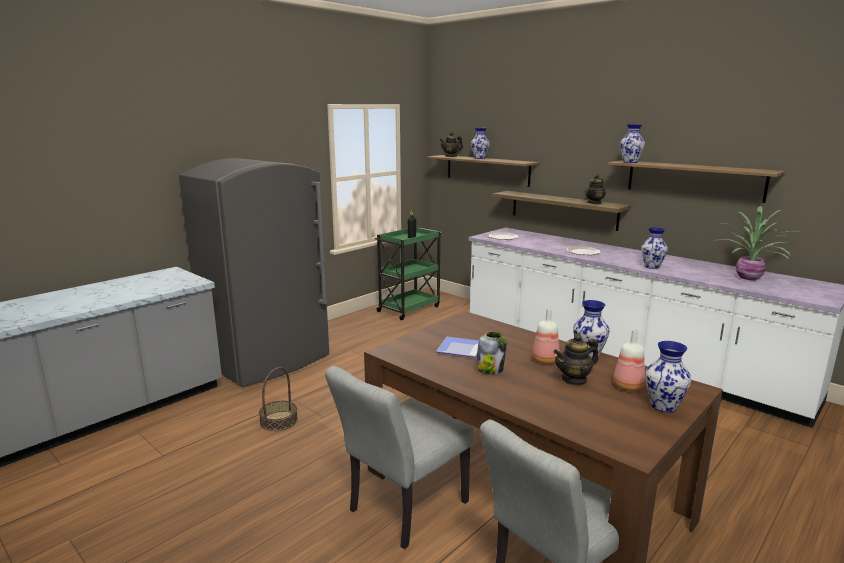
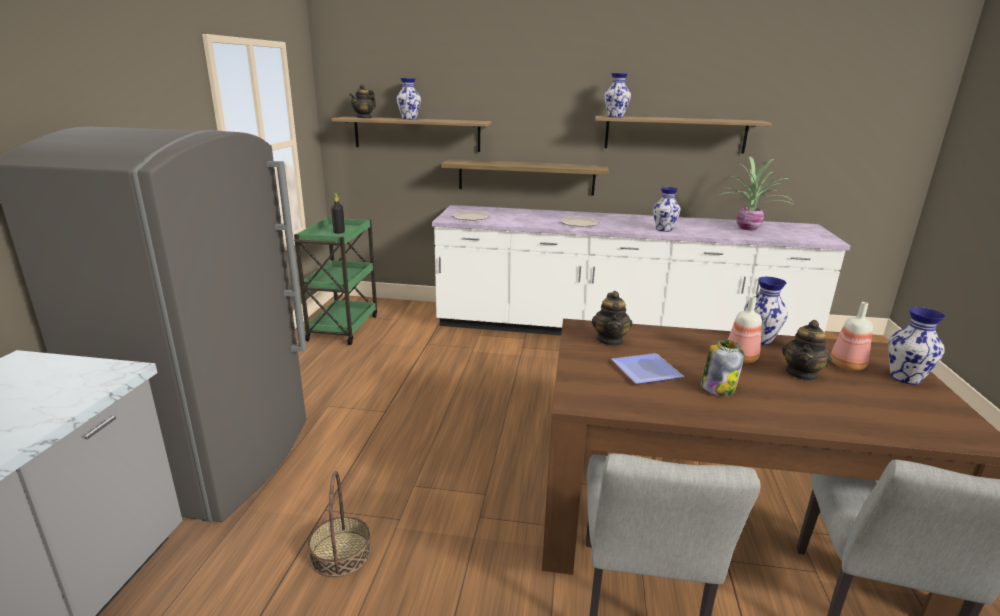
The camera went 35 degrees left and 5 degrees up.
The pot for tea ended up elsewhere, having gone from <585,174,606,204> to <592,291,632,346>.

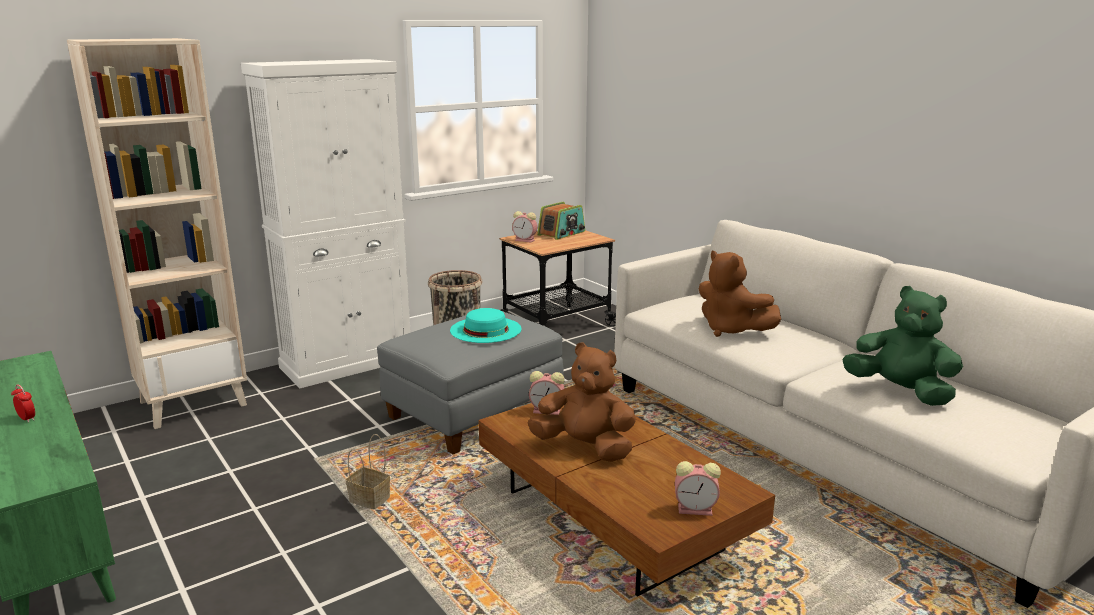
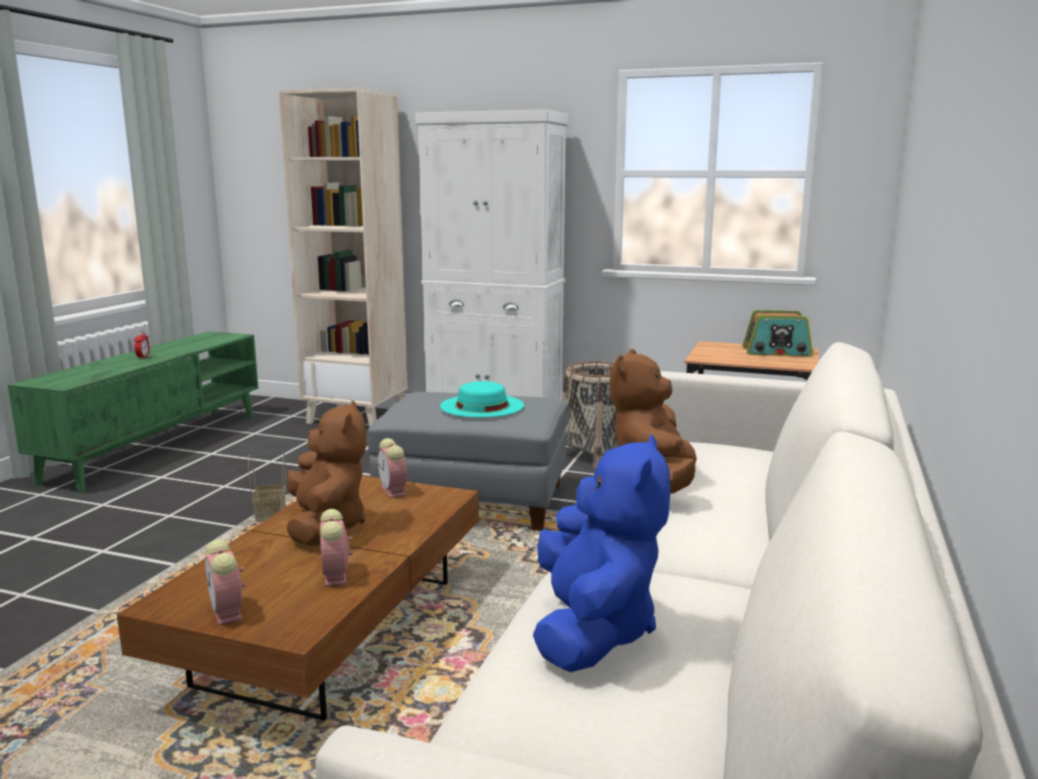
The camera went 55 degrees right and 5 degrees down.
The alarm clock ended up elsewhere, having gone from <512,211,537,243> to <320,509,353,587>.
What was the plush toy in greenish at <842,286,963,406> turned into the plush toy in blue-coloured at <533,434,670,672>.

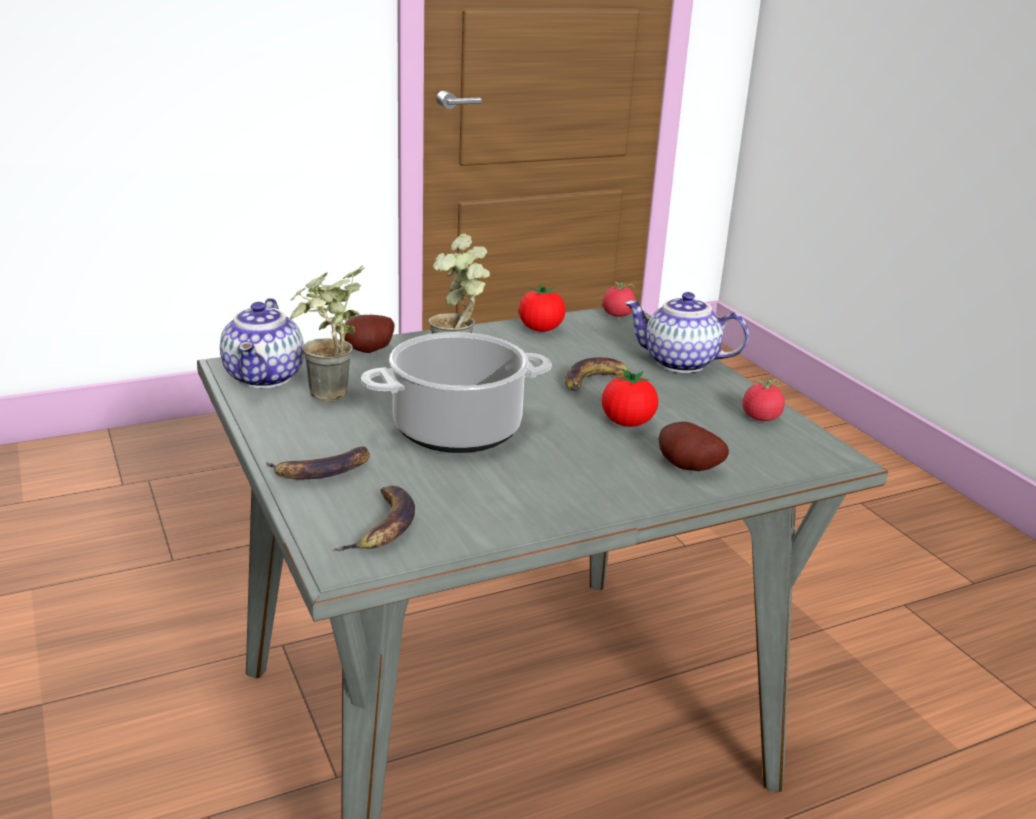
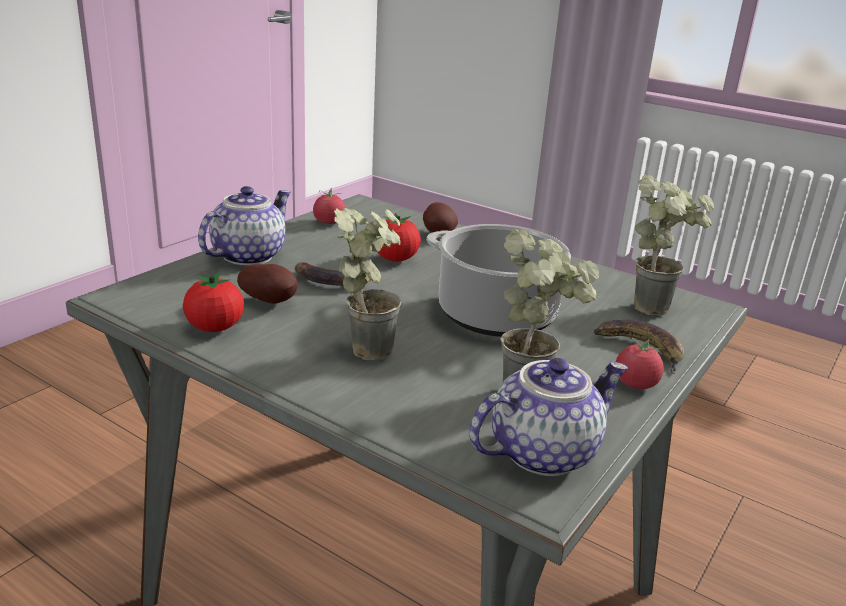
The camera went 120 degrees left and 0 degrees up.
The fresh tomato ended up elsewhere, having gone from <602,282,636,317> to <616,337,664,389>.
The pot for tea at <624,292,749,373> ended up facing another way, 135 degrees counterclockwise from before.
The whole potato ended up elsewhere, having gone from <343,315,394,353> to <237,264,298,304>.
Where the whole banana stood at <335,486,415,552>, the plant in a pot came to stand at <634,175,714,316>.

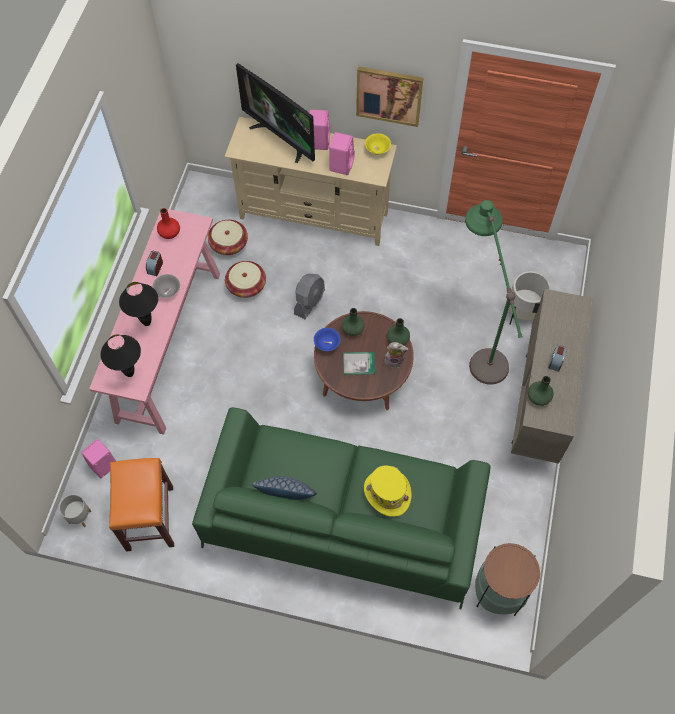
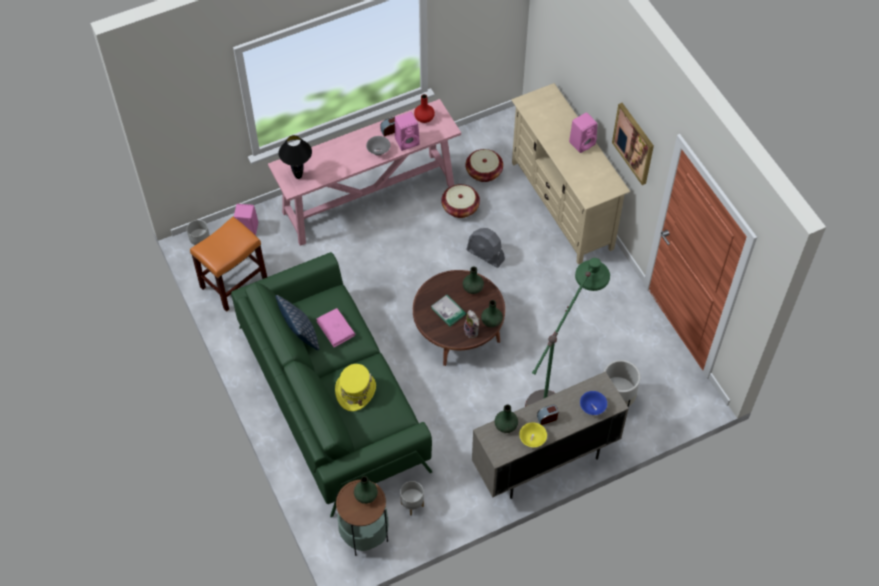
The camera went 50 degrees right and 5 degrees down.
The second view lost the TV at <236,63,315,163>.
The loudspeaker in pink-coloured ended up elsewhere, having gone from <329,132,355,175> to <395,112,420,151>.
The serving bowl in yellowish ended up elsewhere, having gone from <365,133,391,155> to <519,422,547,447>.
The cooling fan in greyish at <294,274,325,319> ended up facing another way, 45 degrees clockwise from before.
The second view lost the tabletop lamp in blackish at <119,282,158,326>.
The serving bowl in blue-coloured ended up elsewhere, having gone from <314,328,341,351> to <580,391,607,415>.
The second view gained the volume in pink-coloured at <316,308,355,347>.
The second view gained the flower vase in greenish at <354,476,378,504>.
The second view gained the plant pot in greyish at <400,481,424,516>.

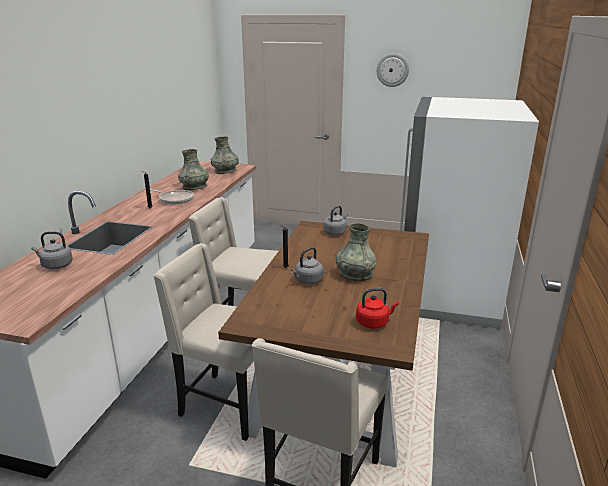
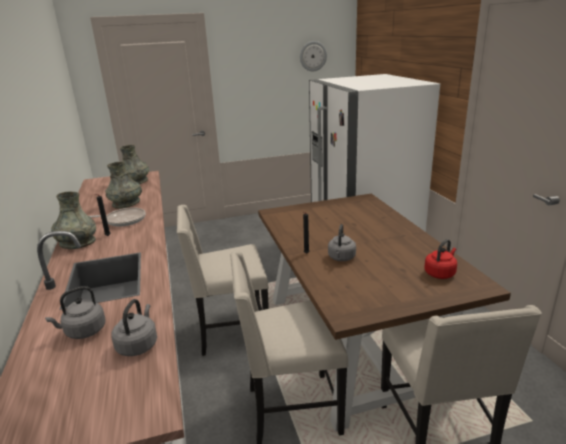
The camera went 30 degrees left and 0 degrees up.
The clock on the wall ended up elsewhere, having gone from <377,53,409,87> to <300,41,327,71>.
The tea kettle in greyish ended up elsewhere, having gone from <323,205,348,235> to <111,299,157,356>.
The flower vase in greyish ended up elsewhere, having gone from <336,223,376,281> to <51,192,96,249>.

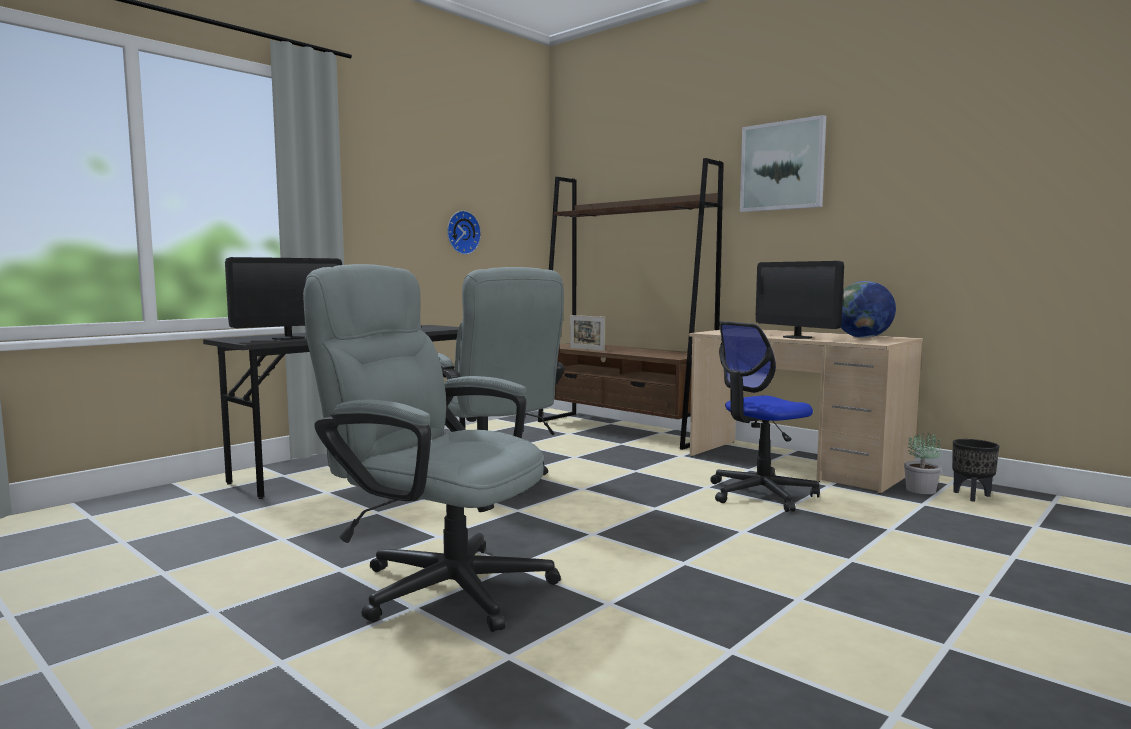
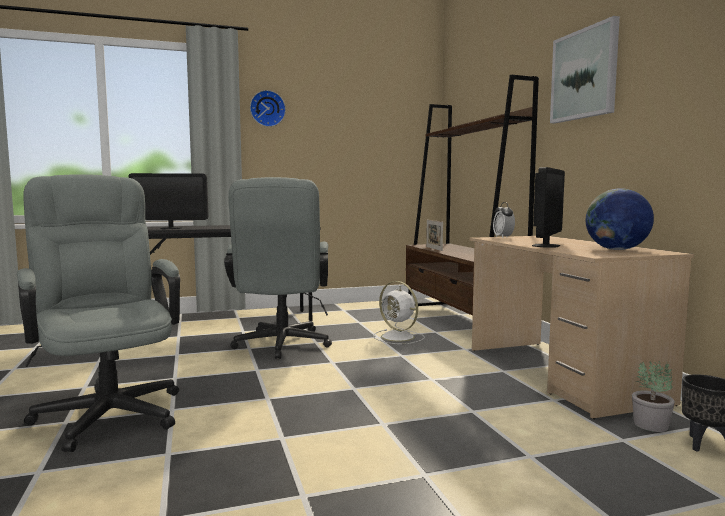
The camera went 30 degrees right and 0 degrees up.
The clock on the wall ended up elsewhere, having gone from <447,210,481,255> to <250,90,286,127>.
The computer screen at <756,261,844,339> ended up facing another way, 150 degrees counterclockwise from before.
The second view lost the office chair at <710,321,820,512>.
The second view gained the alarm clock at <493,202,515,238>.
The second view gained the cooling fan in white at <373,281,425,344>.

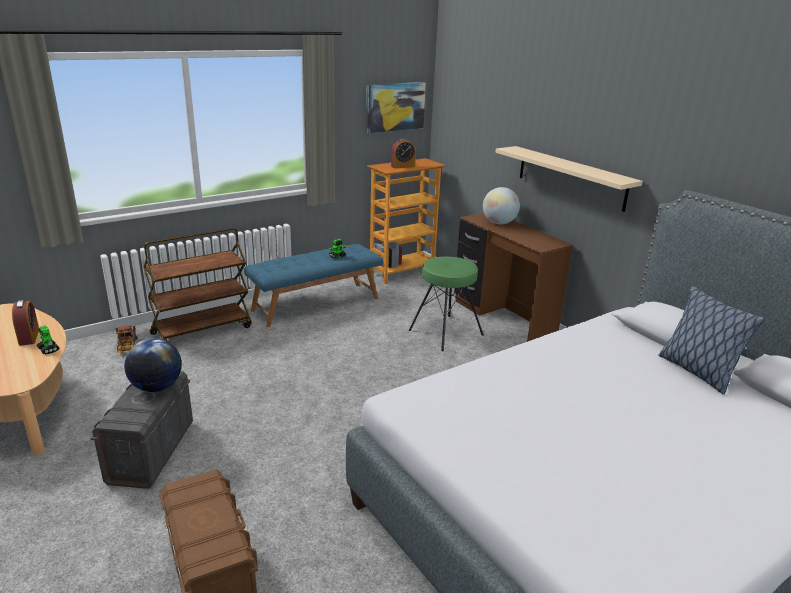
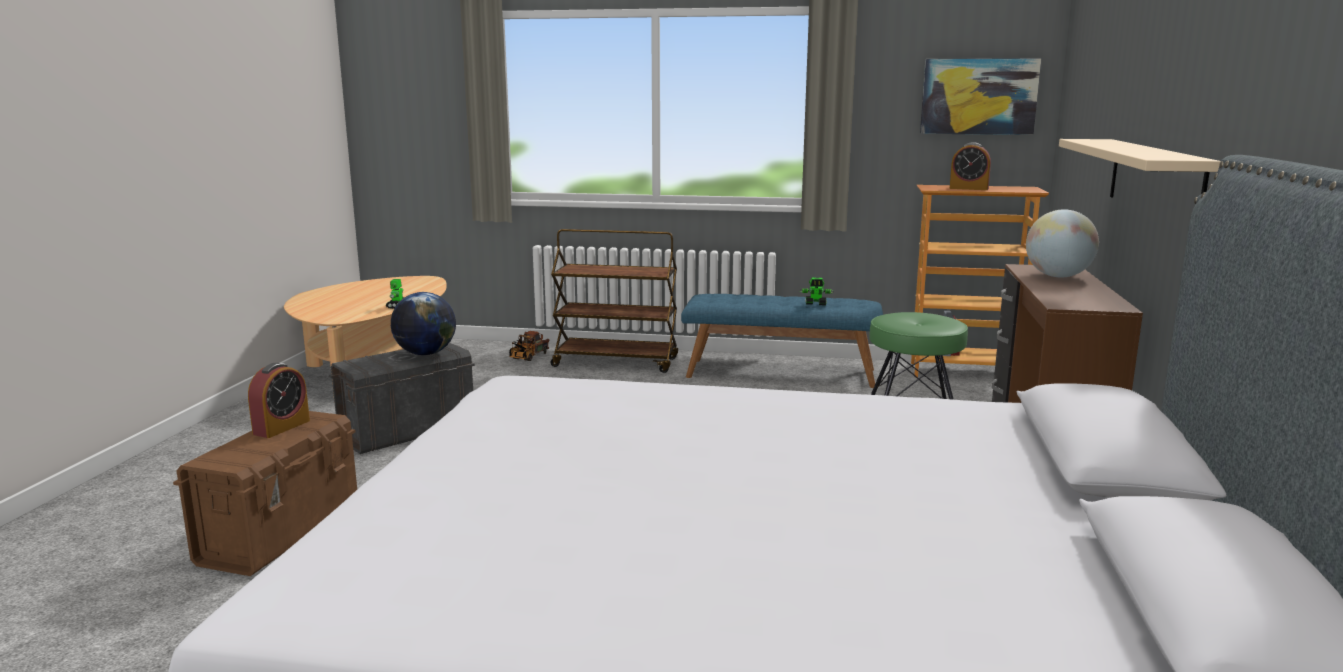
The camera went 45 degrees right and 10 degrees down.
The second view lost the cushion at <658,286,765,394>.
The alarm clock ended up elsewhere, having gone from <12,300,39,346> to <248,363,310,438>.

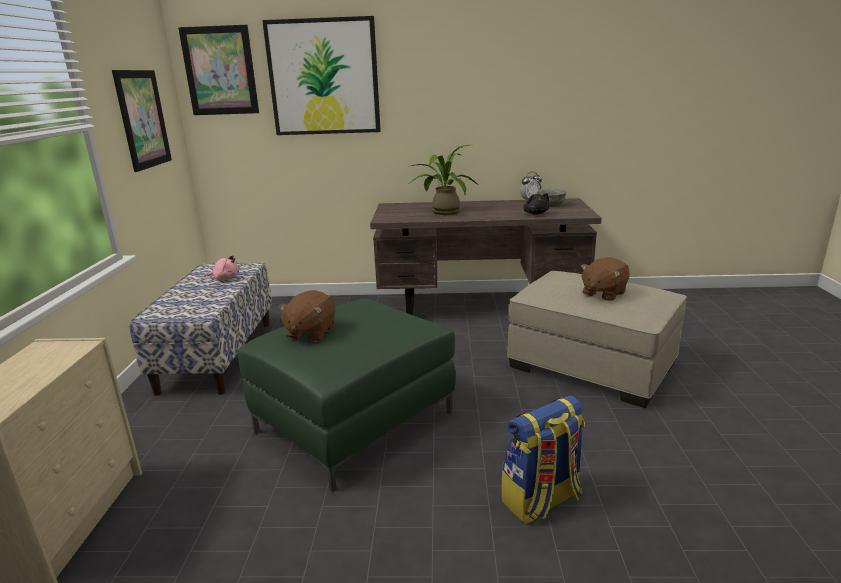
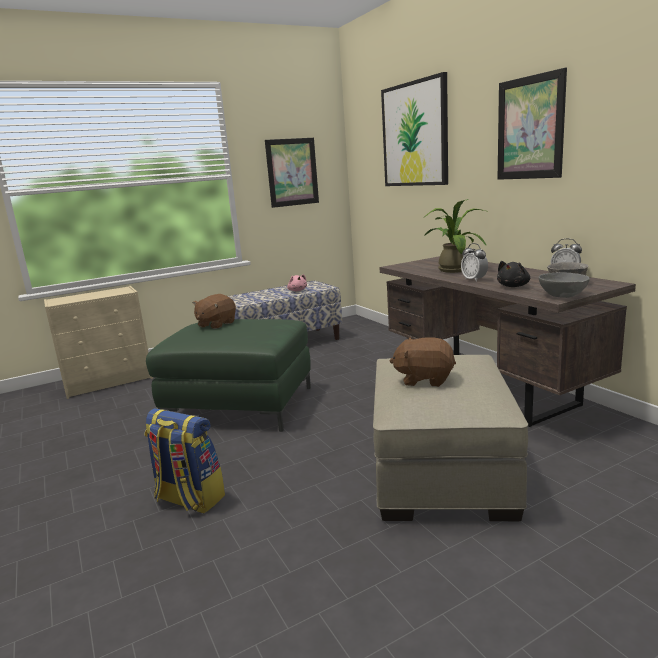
The camera went 60 degrees right and 5 degrees down.
The wall art ended up elsewhere, having gone from <178,25,259,115> to <498,68,567,180>.
The plush toy in brown-coloured at <278,290,336,342> ended up facing another way, 45 degrees counterclockwise from before.
The second view gained the alarm clock at <461,243,488,282>.
The second view gained the serving bowl in greyish at <539,273,590,298>.

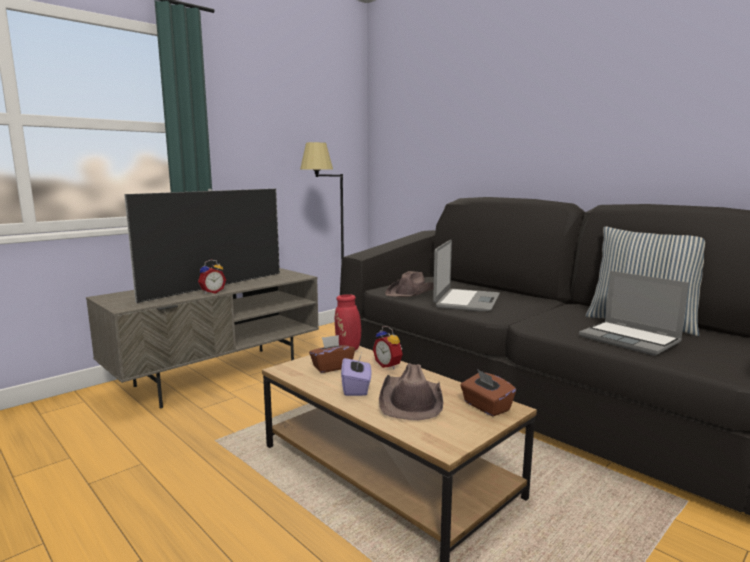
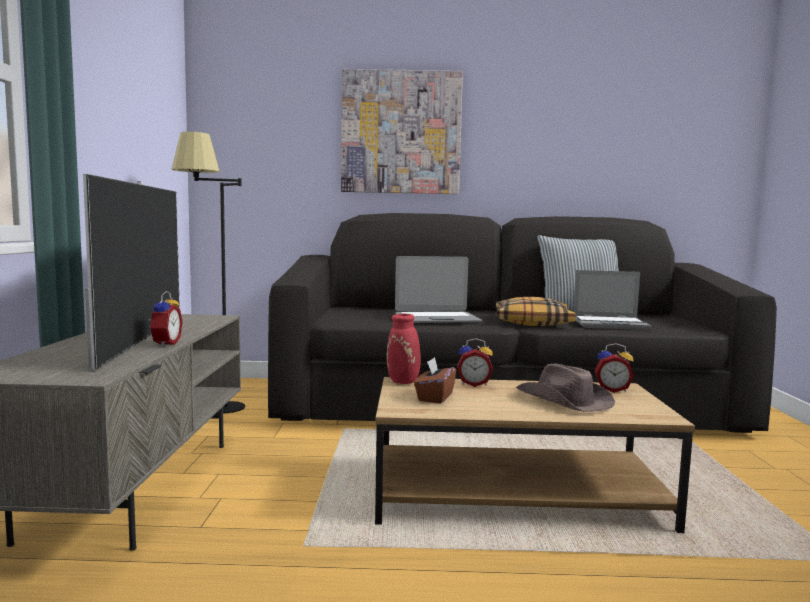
The camera went 45 degrees left and 5 degrees down.
The laptop at <433,240,500,311> ended up facing another way, 105 degrees clockwise from before.
The second view lost the clothing hat in brown-coloured at <385,271,434,297>.
The second view lost the tissue box in purplish at <341,355,371,396>.
Where the tissue box in brown-coloured stood at <460,369,516,416>, the alarm clock came to stand at <595,343,634,393>.
The second view gained the wall art at <341,69,463,194>.
The second view gained the cushion at <496,297,576,327>.

